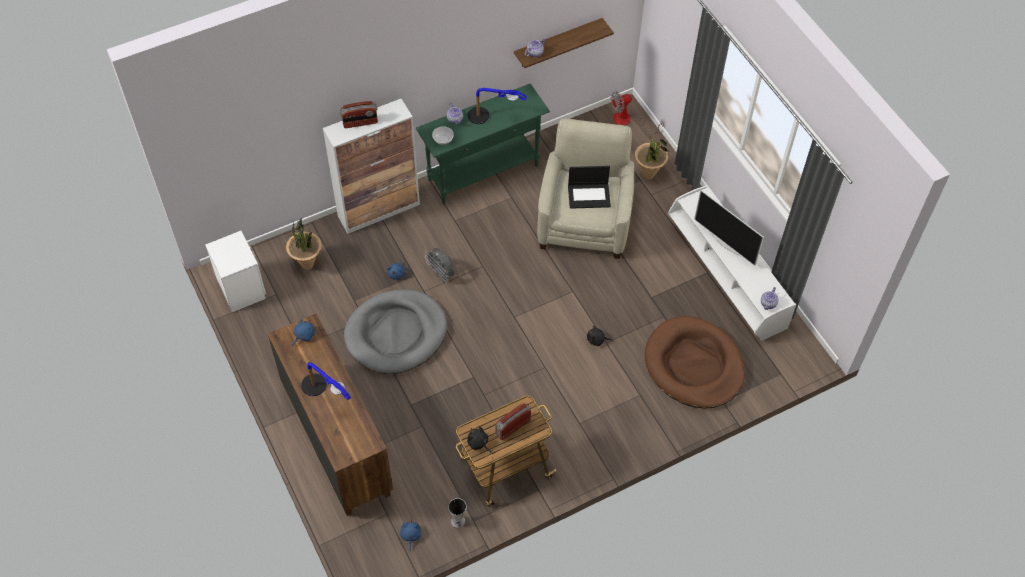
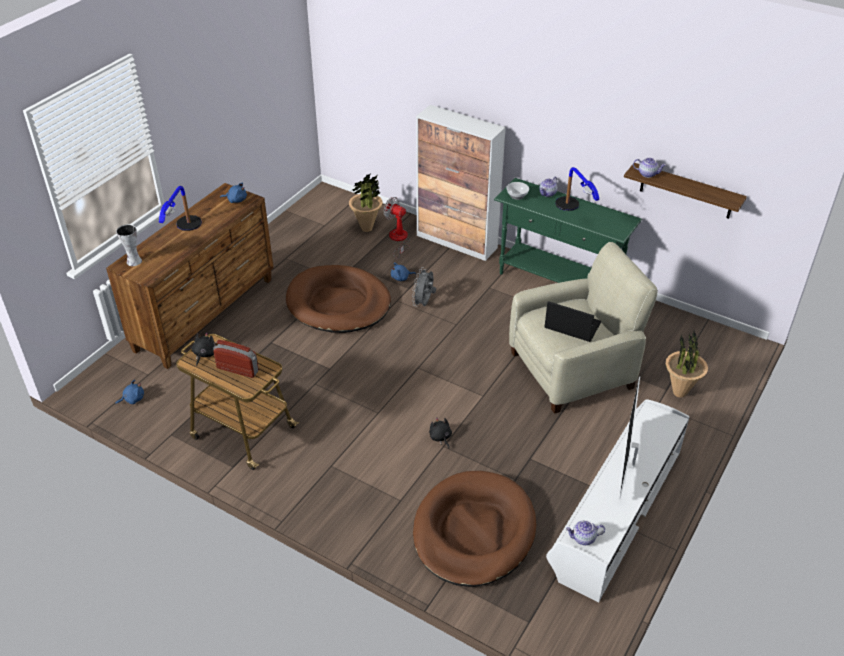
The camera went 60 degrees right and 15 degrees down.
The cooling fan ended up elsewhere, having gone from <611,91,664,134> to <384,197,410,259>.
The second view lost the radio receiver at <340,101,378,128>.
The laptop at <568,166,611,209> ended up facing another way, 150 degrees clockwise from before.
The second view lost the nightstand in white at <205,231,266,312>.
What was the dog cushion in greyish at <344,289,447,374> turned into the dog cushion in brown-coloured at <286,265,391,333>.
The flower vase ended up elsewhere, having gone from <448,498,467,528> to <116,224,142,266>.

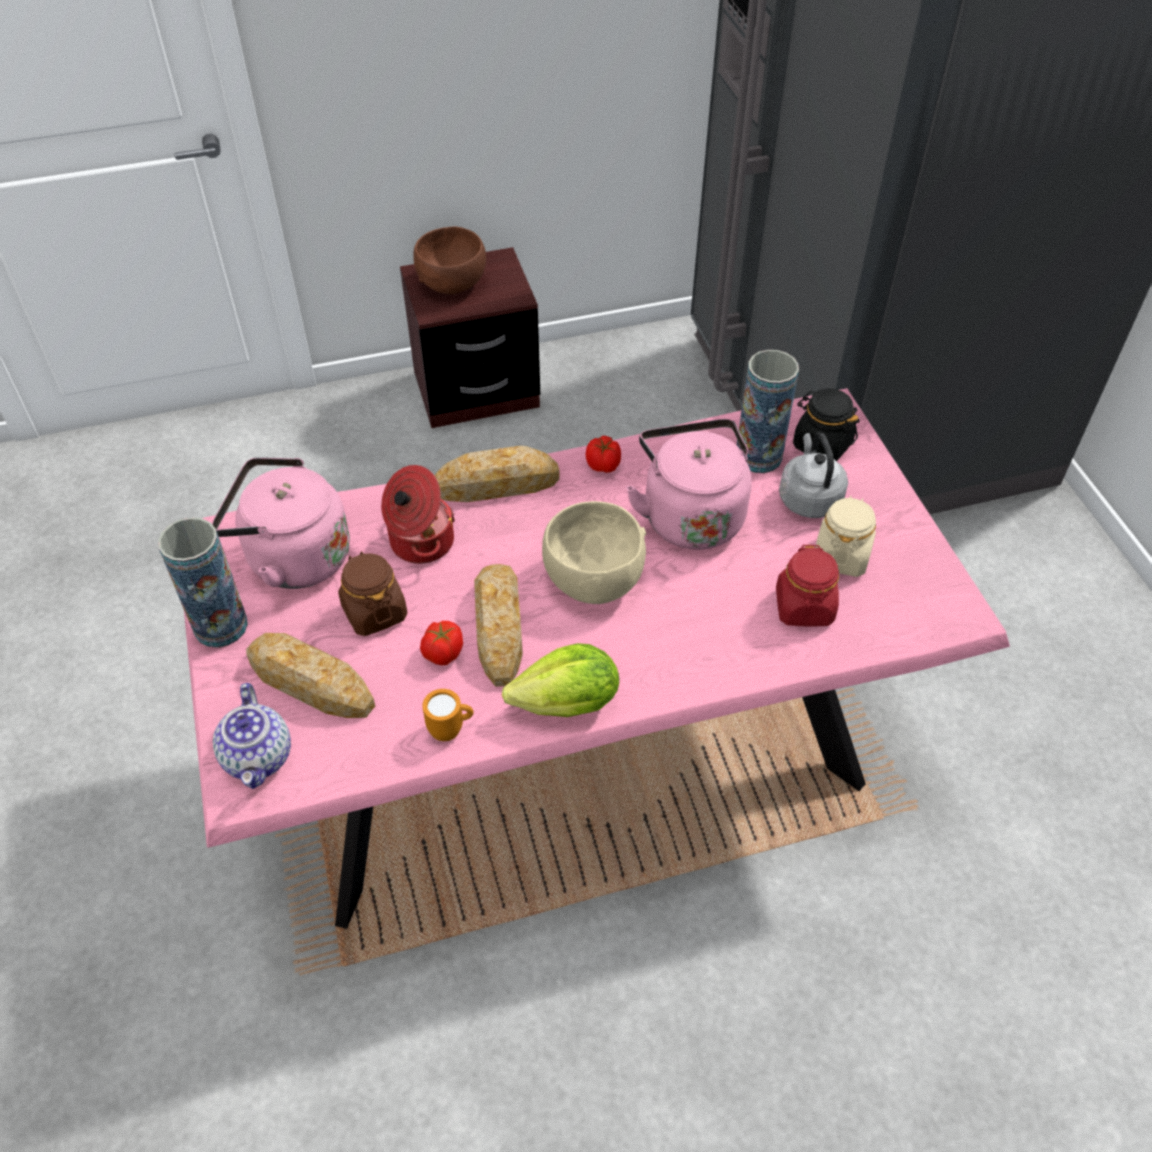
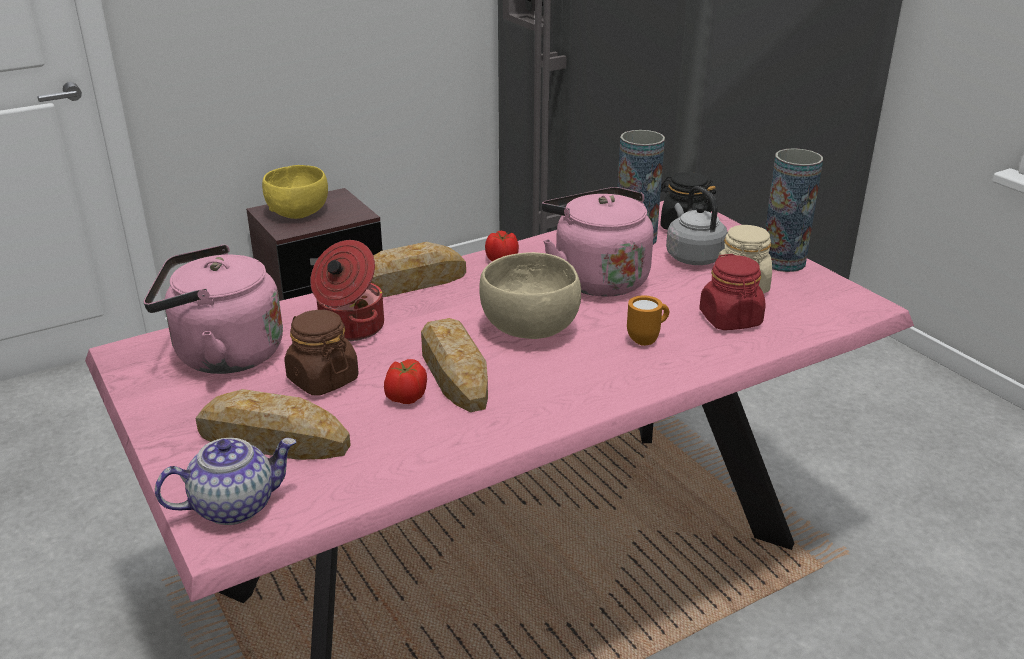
The camera went 15 degrees left and 20 degrees down.
What was the serving bowl in brown-coloured at <414,226,486,294> turned into the serving bowl in yellowish at <262,165,328,219>.
The flower vase ended up elsewhere, having gone from <158,517,248,648> to <765,148,823,272>.
The second view lost the head of lettuce at <502,643,619,717>.
The pot for tea at <213,683,291,789> ended up facing another way, 90 degrees counterclockwise from before.
The tea mug in orange ended up elsewhere, having gone from <422,689,474,741> to <627,295,669,346>.

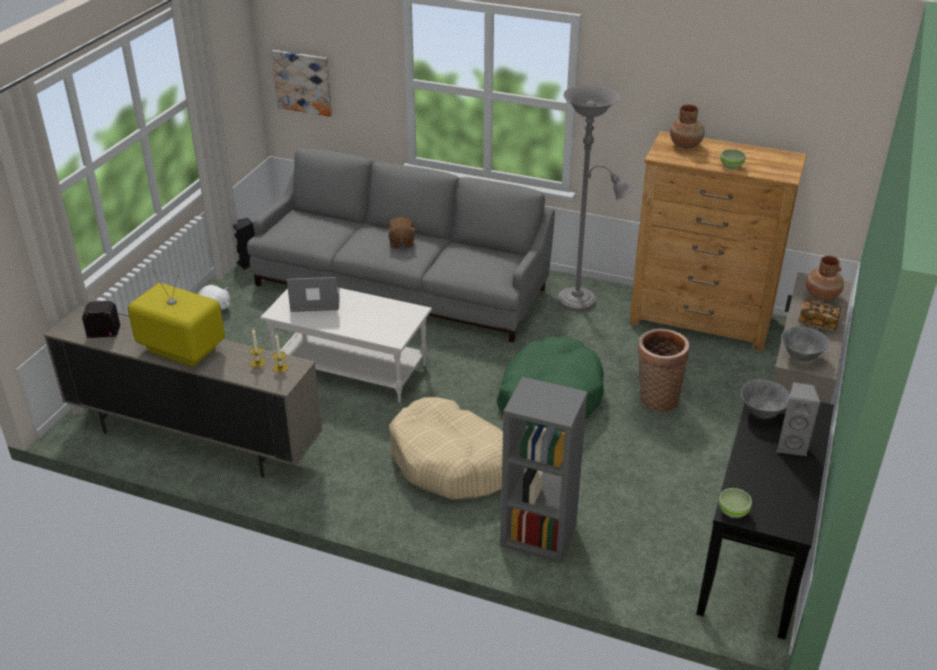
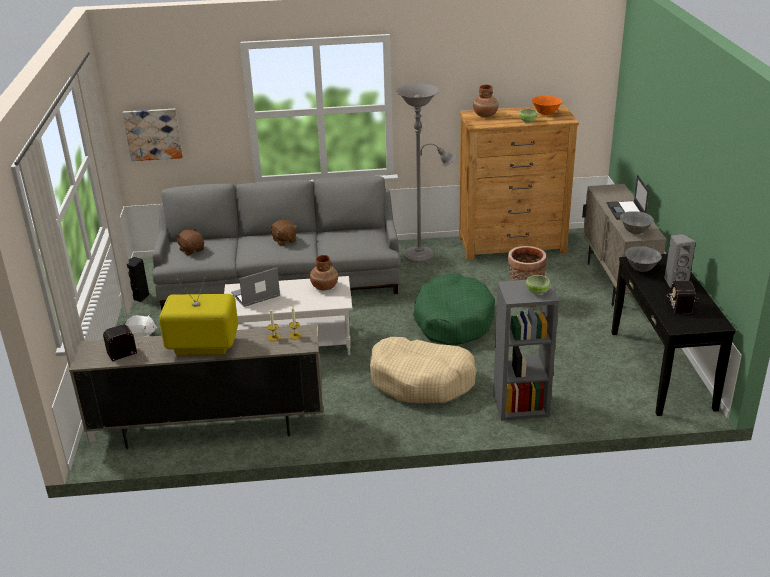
The camera went 25 degrees left and 5 degrees down.
The flower vase in brown-coloured ended up elsewhere, having gone from <806,256,844,301> to <310,255,338,291>.
Where the volume stood at <798,299,841,331>, the laptop came to stand at <607,175,649,220>.
The serving bowl in greenish ended up elsewhere, having gone from <718,488,752,518> to <526,275,550,295>.
The second view gained the serving bowl in orange at <532,96,563,115>.
The second view gained the plush toy in brown-coloured at <175,229,204,255>.
The second view gained the radio receiver at <669,281,695,313>.

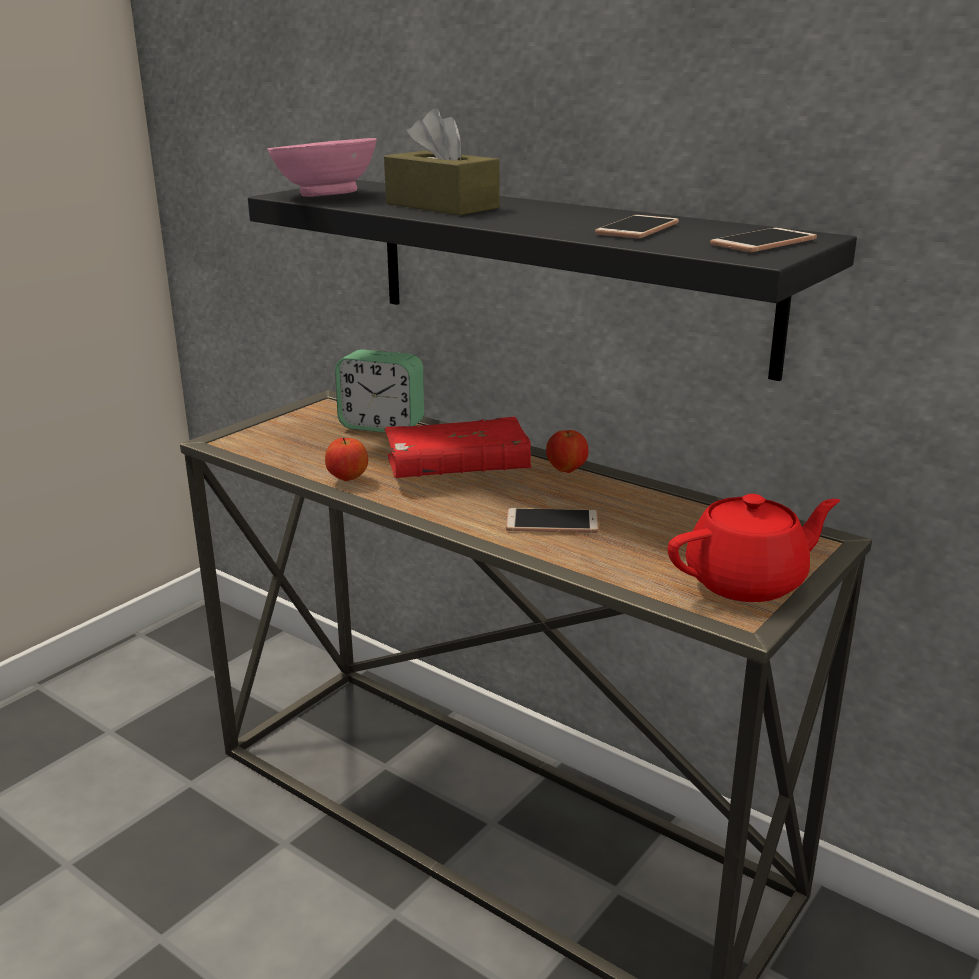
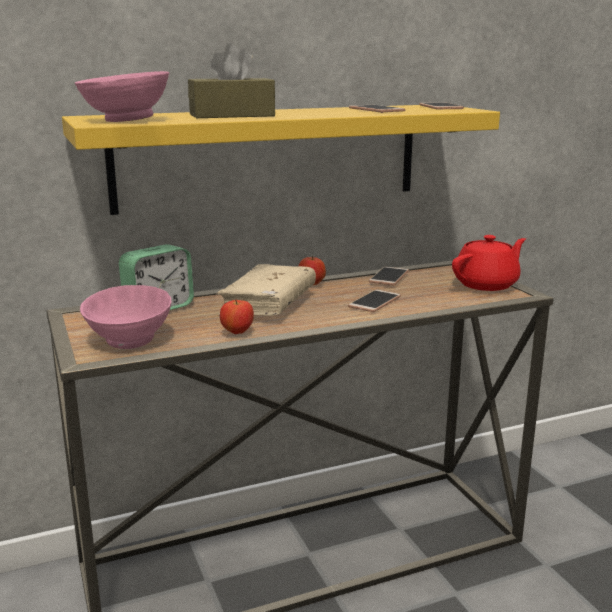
The camera went 60 degrees left and 5 degrees down.
What was the wall shelf in blackish at <248,180,857,381> turned into the wall shelf in yellowish at <62,105,500,215>.
What was the volume in red at <384,417,532,478> turned into the volume in sand-coloured at <216,264,316,317>.
The pot for tea in red at <668,494,840,602> ended up facing another way, 45 degrees clockwise from before.
The second view gained the telephone at <369,266,409,285>.
The second view gained the serving bowl in pink-coloured at <80,285,171,349>.

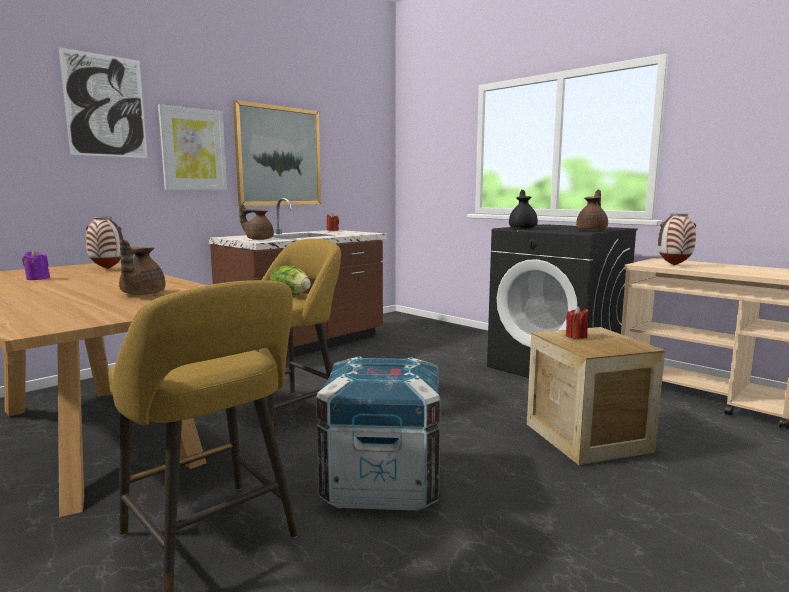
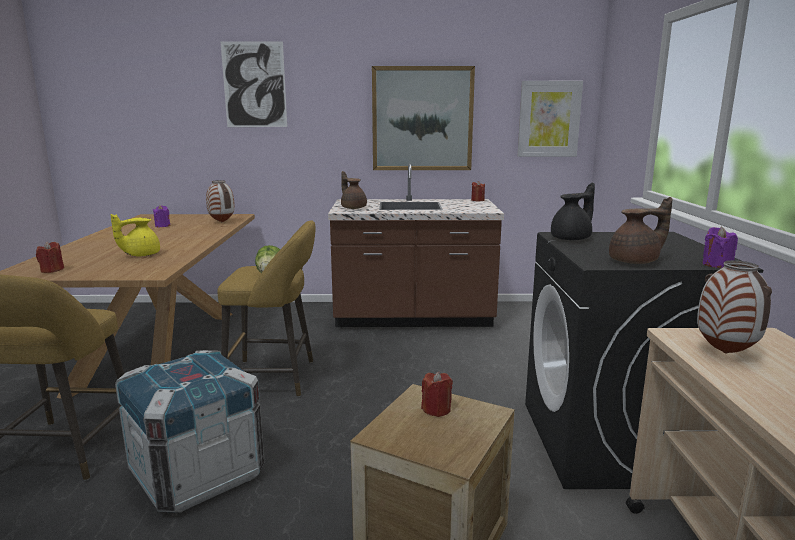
The camera went 45 degrees right and 5 degrees up.
The wall art ended up elsewhere, having gone from <158,104,227,190> to <518,81,583,157>.
What was the pot for tea in brown-coloured at <119,239,165,295> turned into the pot for tea in yellowish at <111,214,160,257>.
The second view gained the wax candle in purplish at <702,227,738,268>.
The second view gained the wax candle in red at <36,241,64,273>.

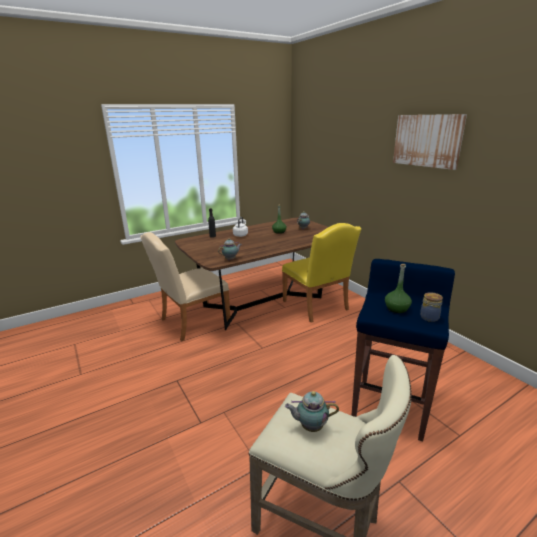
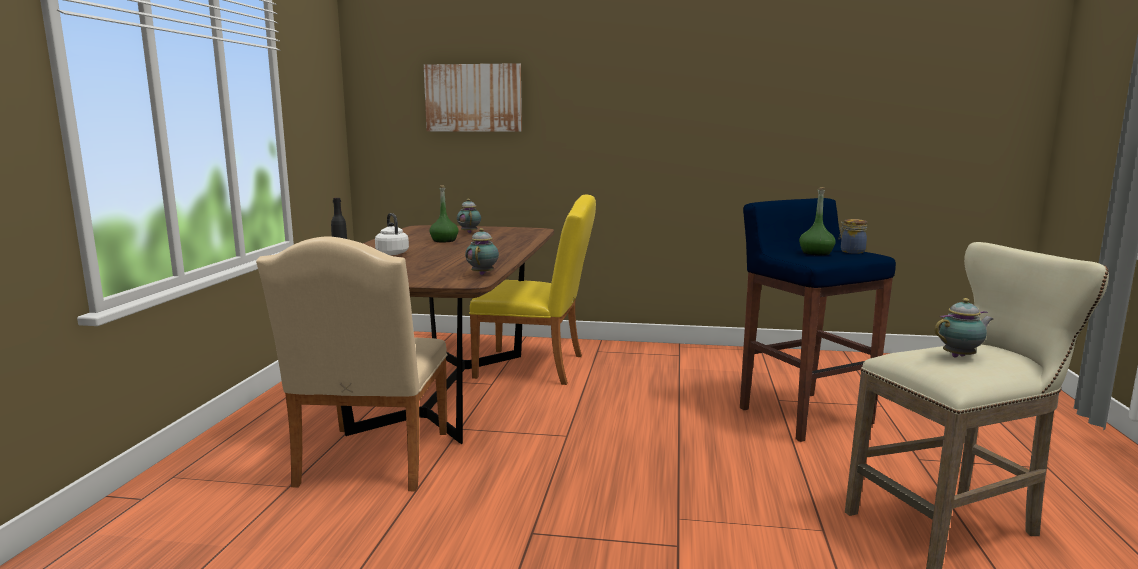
The camera went 50 degrees left and 10 degrees down.
The wall art ended up elsewhere, having gone from <393,114,467,170> to <424,63,522,132>.
The pot for tea at <285,391,339,432> ended up facing another way, 150 degrees counterclockwise from before.

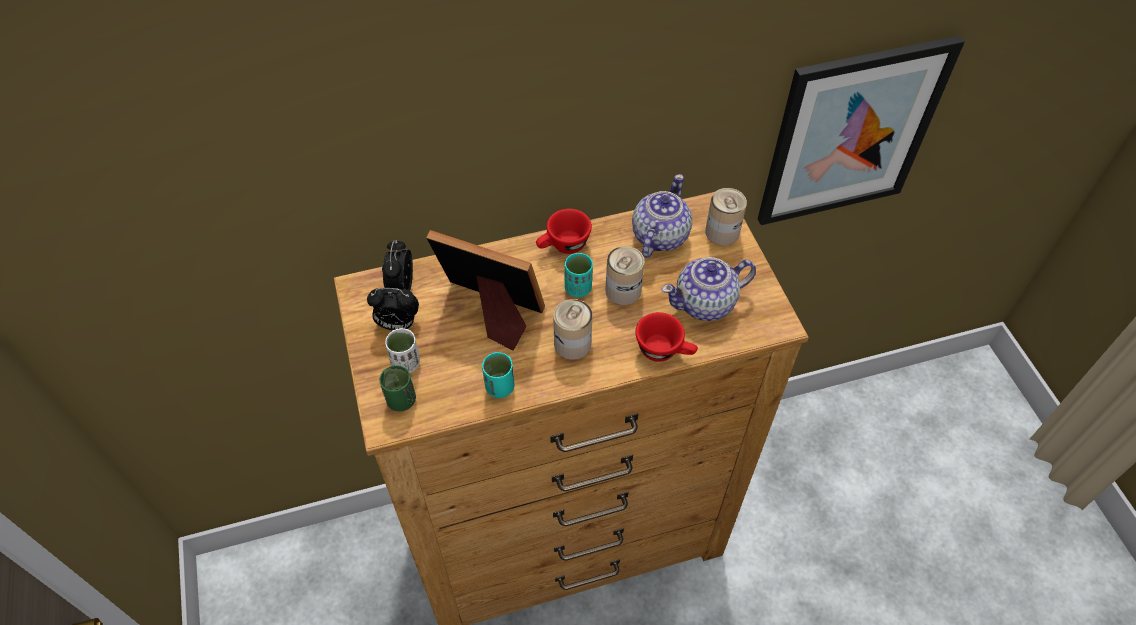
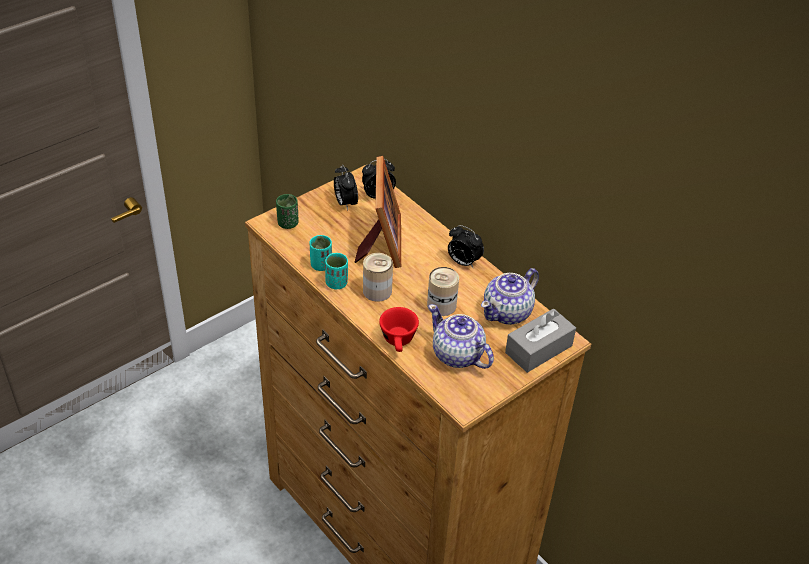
The camera went 65 degrees right and 10 degrees down.
The second view lost the wall art at <758,35,965,225>.
The pot for tea at <632,174,692,258> ended up facing another way, 135 degrees clockwise from before.
Where the sealed can stood at <705,188,747,245>, the tissue box in greyish came to stand at <505,309,576,373>.
Where the cup in red stood at <536,209,592,254>, the alarm clock came to stand at <448,225,484,267>.
The cup in turquoise ended up elsewhere, having gone from <565,253,593,297> to <325,253,348,289>.
The second view lost the cup in white at <385,328,420,373>.

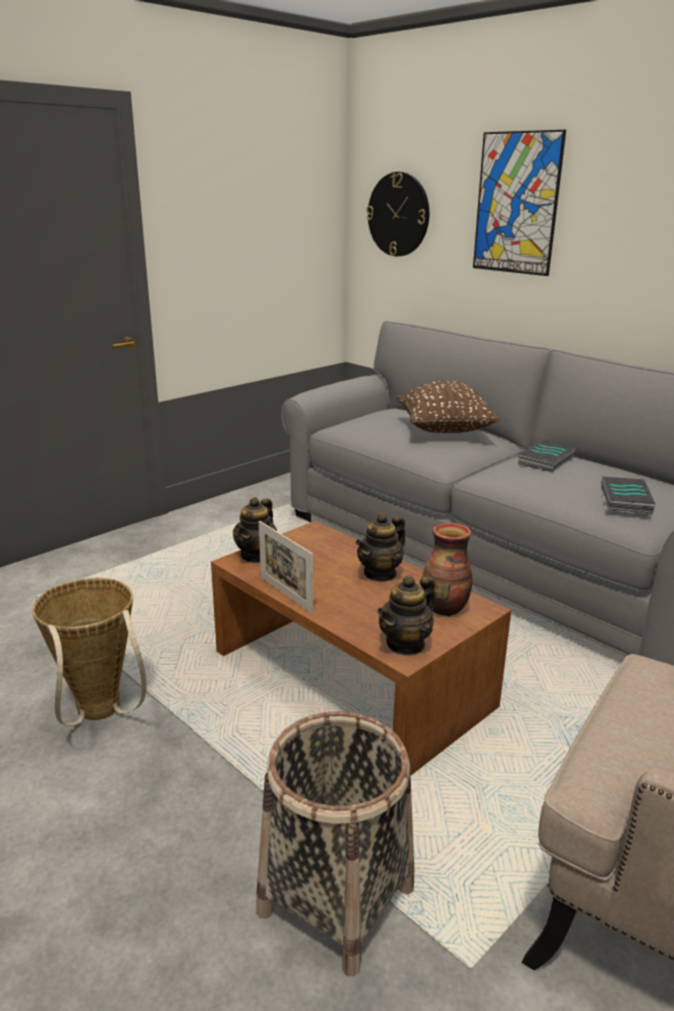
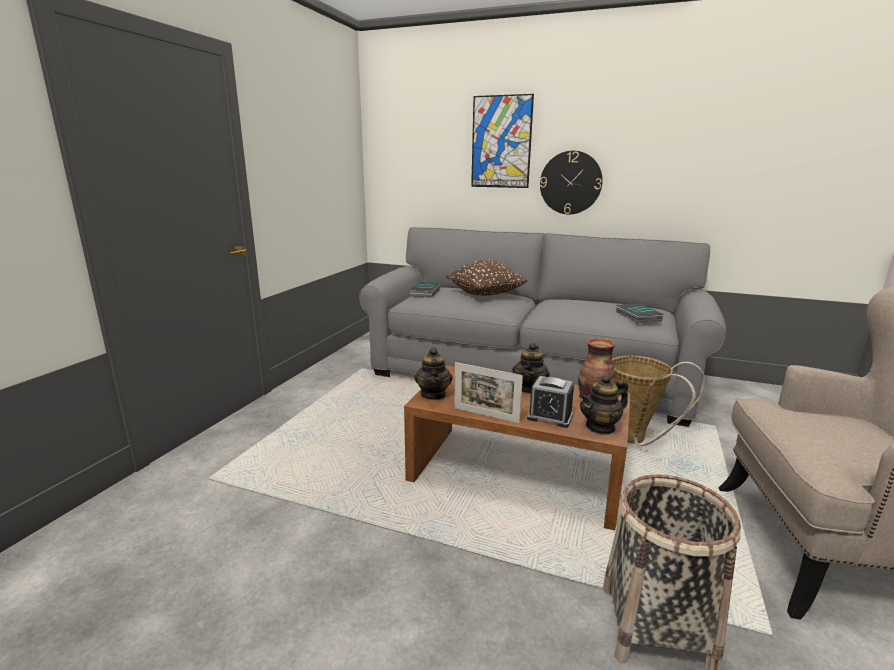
The camera went 25 degrees left and 5 degrees down.
The clock on the wall ended up elsewhere, having gone from <366,172,429,256> to <540,151,603,214>.
The volume ended up elsewhere, having gone from <518,440,576,472> to <409,282,441,298>.
The pot for tea at <377,575,435,656> ended up facing another way, 45 degrees clockwise from before.
The storage basket ended up elsewhere, having gone from <32,578,146,726> to <612,356,707,446>.
The second view gained the alarm clock at <527,376,574,428>.

